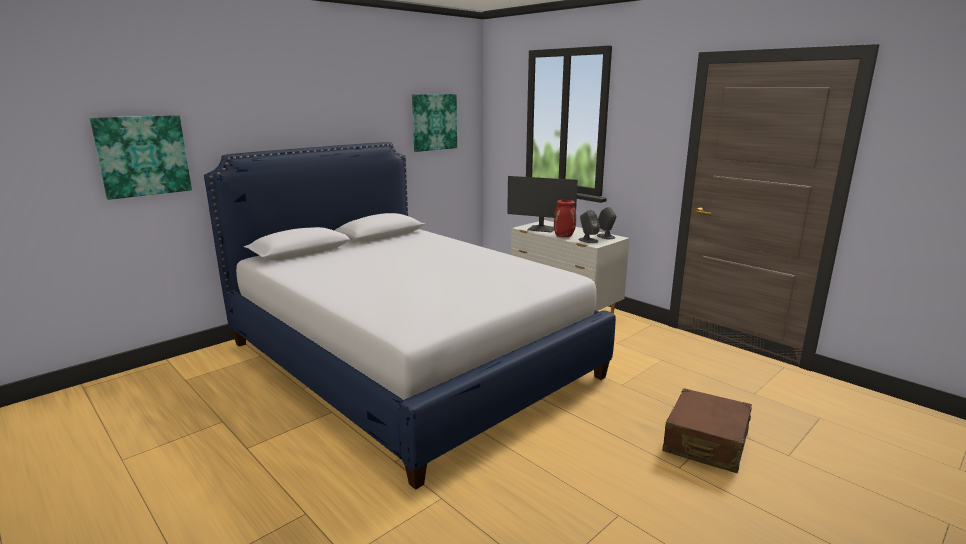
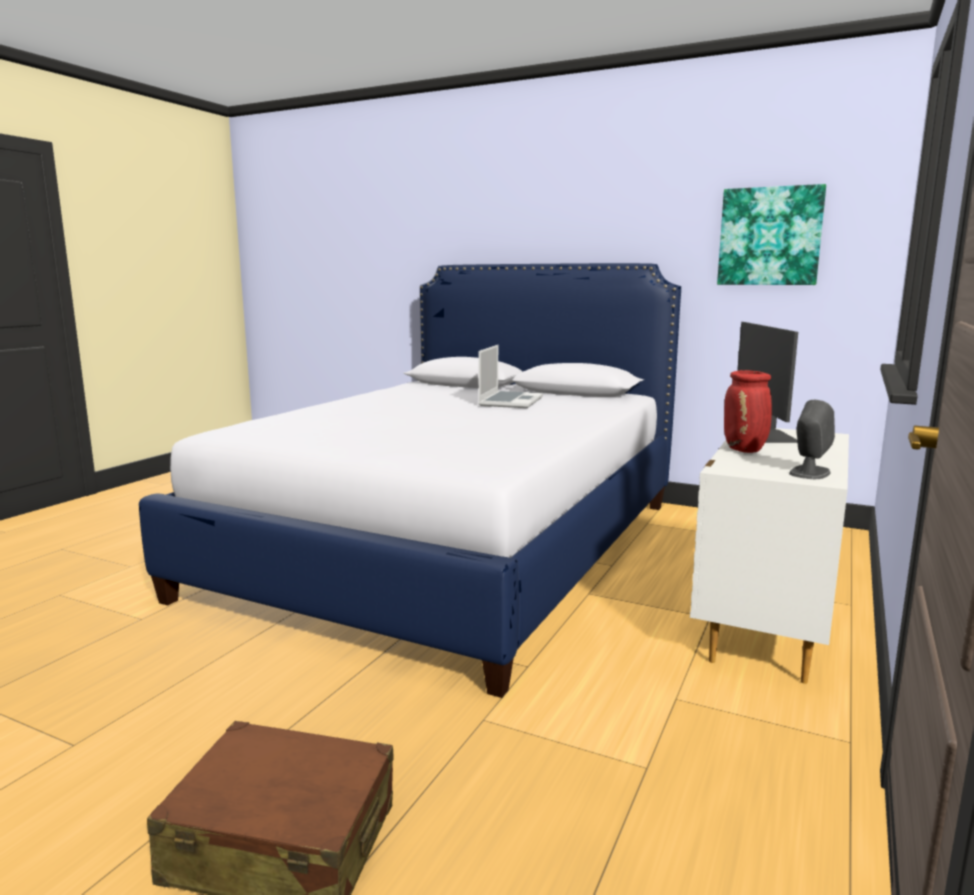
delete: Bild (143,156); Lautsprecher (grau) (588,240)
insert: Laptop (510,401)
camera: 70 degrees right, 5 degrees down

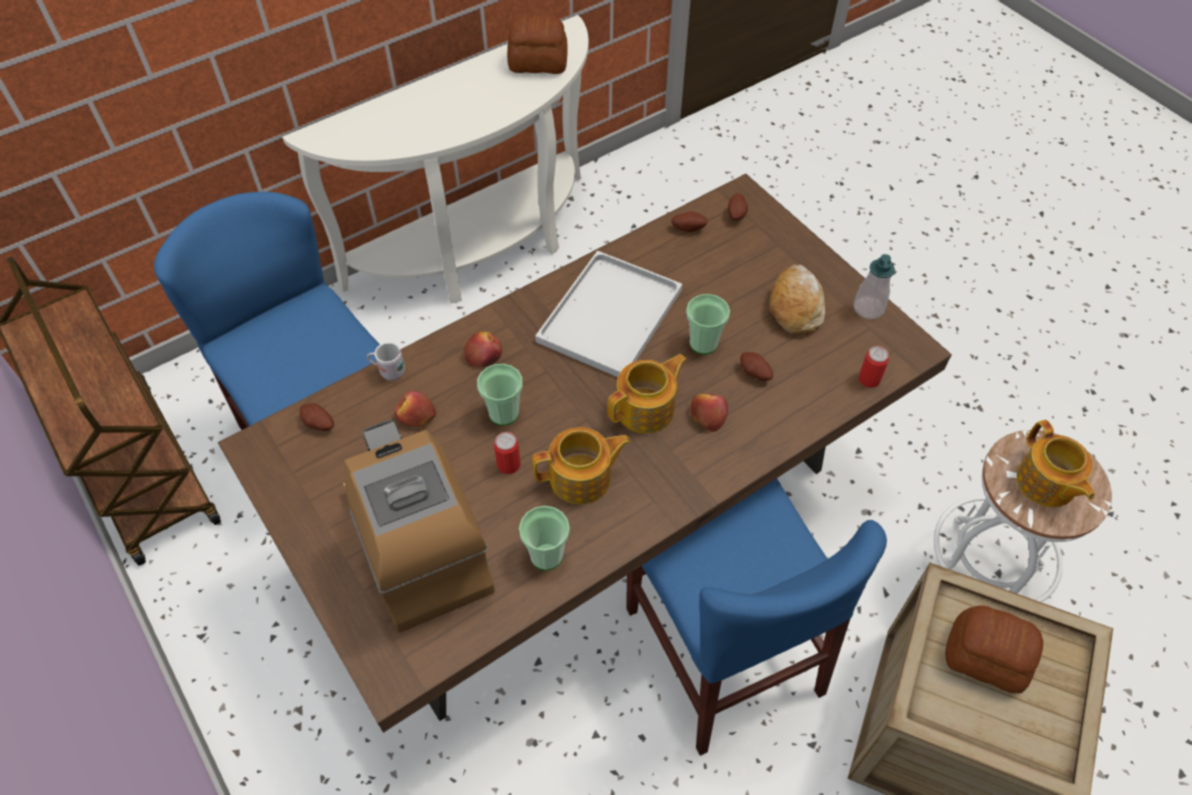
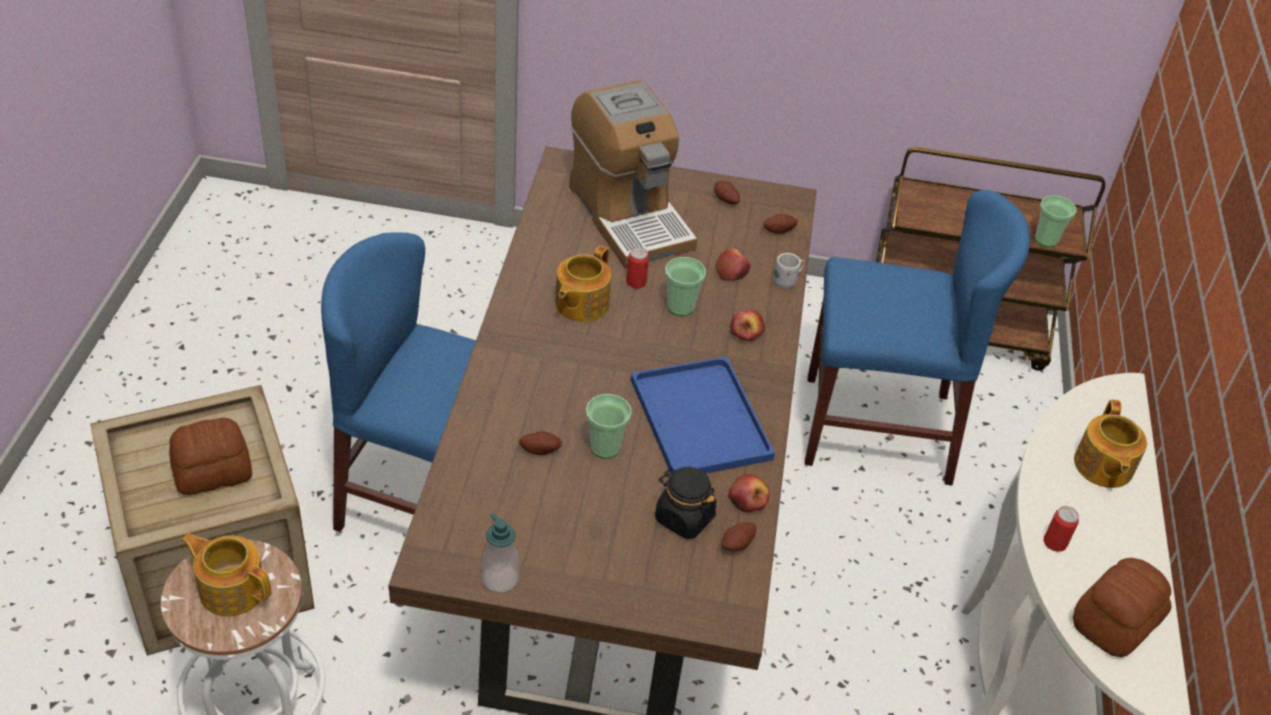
delete: Brot (795,306)
insert: Vorratsglas (schwarz) (683,518)
move: Kartoffel (736,214) to (725,200); Dose (869,379) to (1054,542); Teekanne (646,409) to (1102,466); Apfel (708,415) to (748,499); Tasse (546,555) to (1046,239)
recolor: Tablett (weiß) (610,318) to Tablett (blau) (697,417)
rotate: Kaffeemaschine (419,545) = (629,215) 45 degrees clockwise
camera: 130 degrees right, 10 degrees down

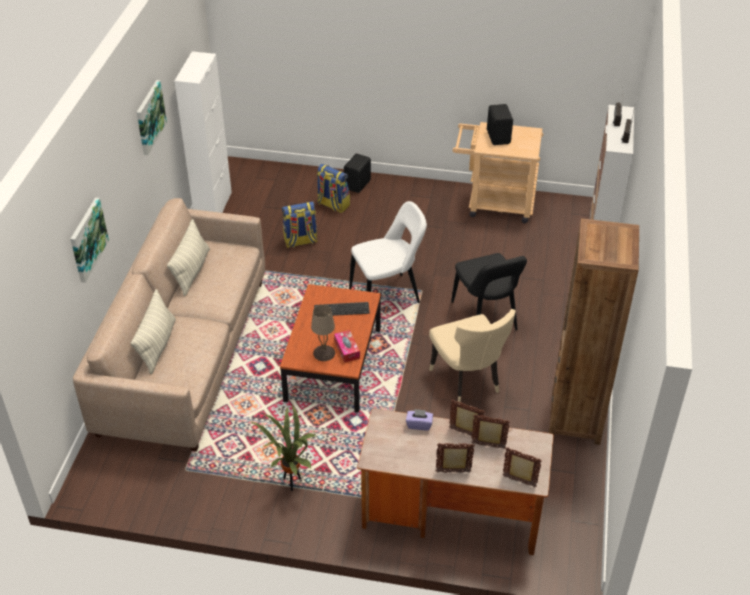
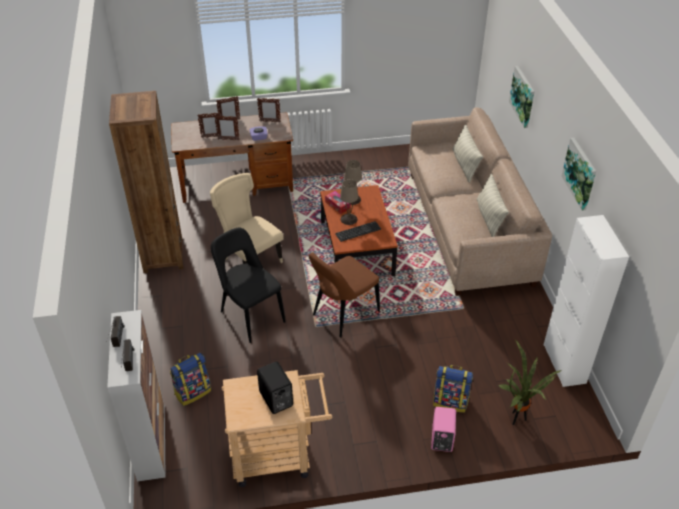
insert: Tischlampe (beige) (349,219)
move: Rucksack (300,241) to (193,392); Topfpflanze (291,483) to (517,418); Bilderrahmen (519,482) to (269,121)
recolor: Lautsprecher (schwarz) (358,184) to Lautsprecher (rosa) (441,439); Stuhl (weiß) (388,295) to Stuhl (braun) (343,314)
camera: 160 degrees right, 0 degrees up

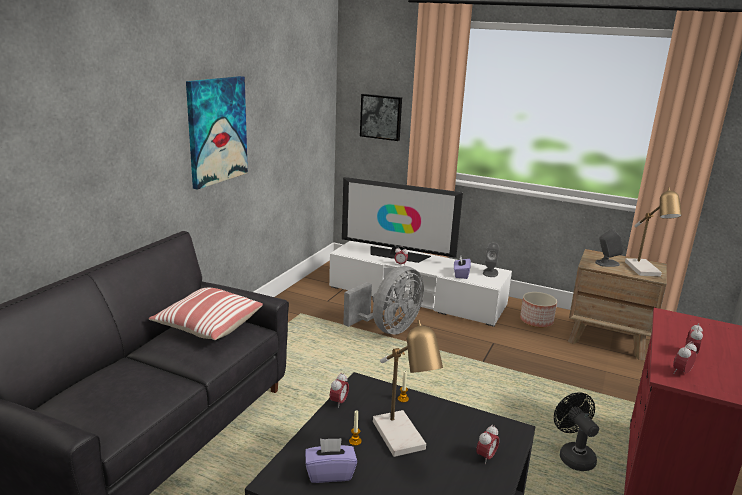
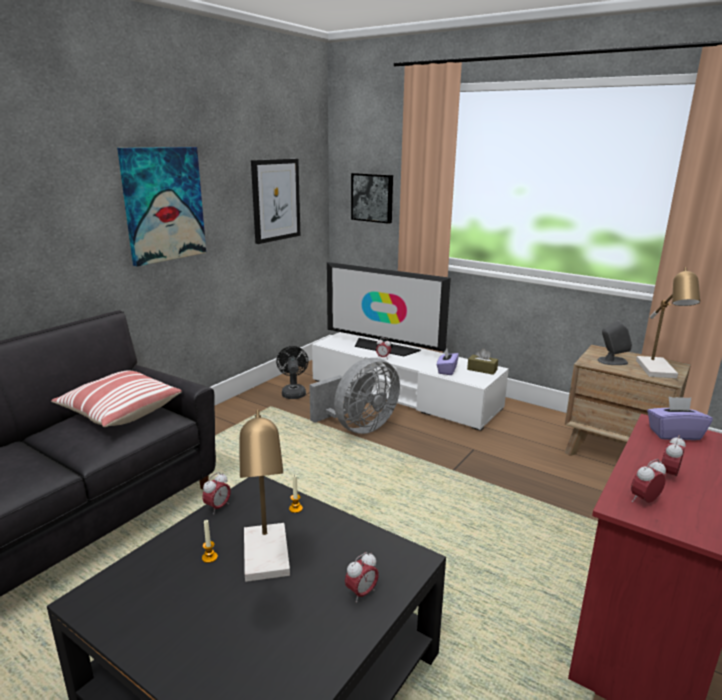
delete: Pflanzkübel (536,321)
insert: Bild (275,200)
move: Ventilator (schwarz) (573,455) to (293,392); Taschentuchbox (lila) (330,473) to (674,434)
replace: Lautsprecher (grau) (490,272) to Taschentuchbox (braun) (482,369)
camera: 10 degrees right, 0 degrees up

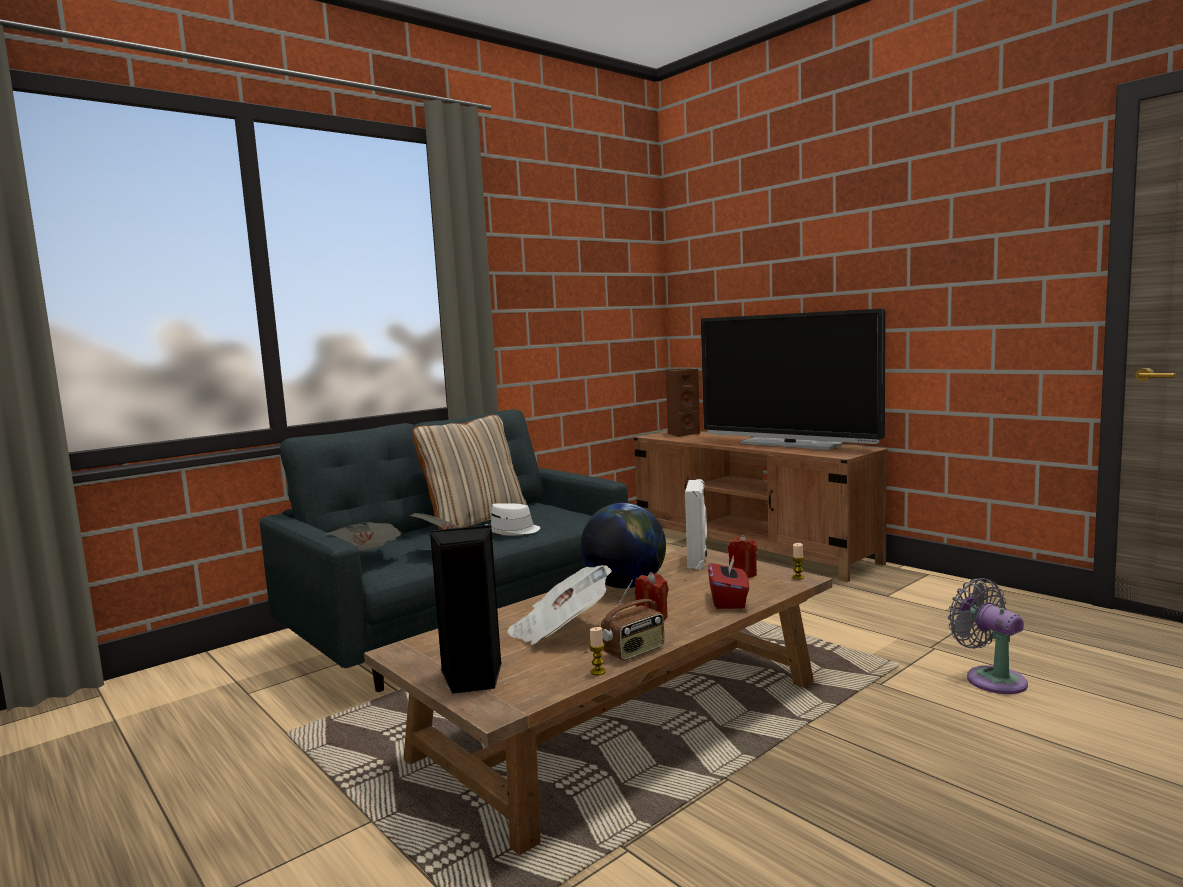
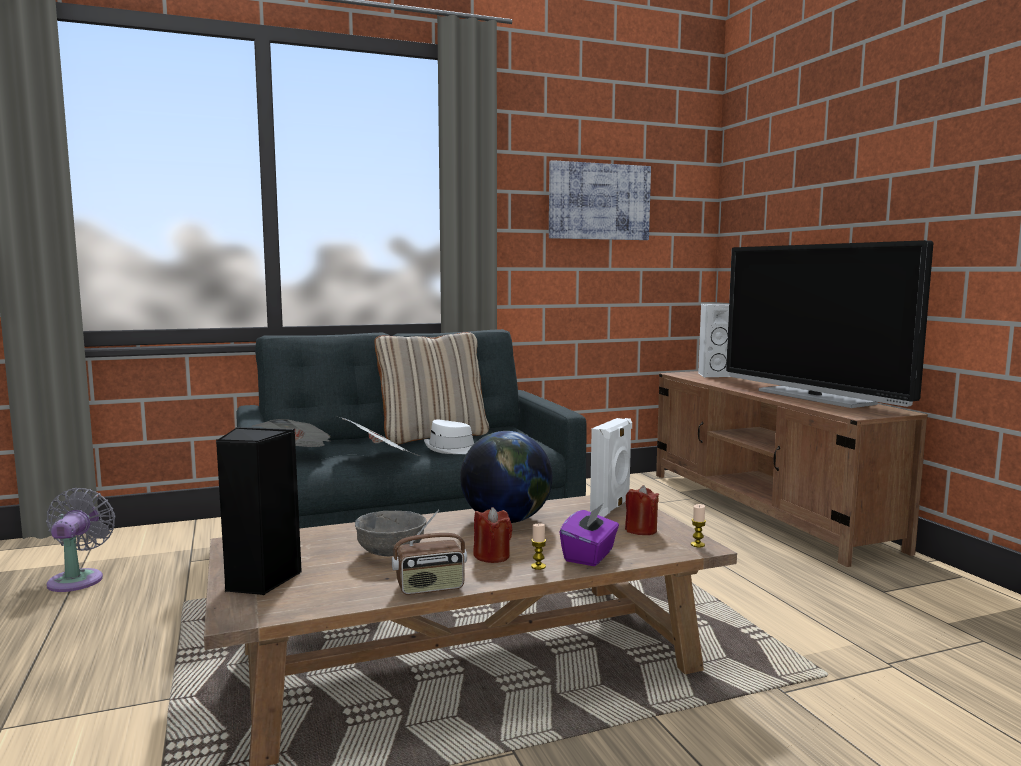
insert: Bild (599,201)
move: Ventilator (grau) (990,678) to (78,579); Kerze (598,671) to (538,566)
replace: Zeitung (560,631) to Schüssel (grau) (390,553)
recolor: Lautsprecher (braun) (682,434) to Lautsprecher (weiß) (713,375); Taschentuchbox (rot) (728,601) to Taschentuchbox (lila) (590,555)
camera: 20 degrees right, 0 degrees up

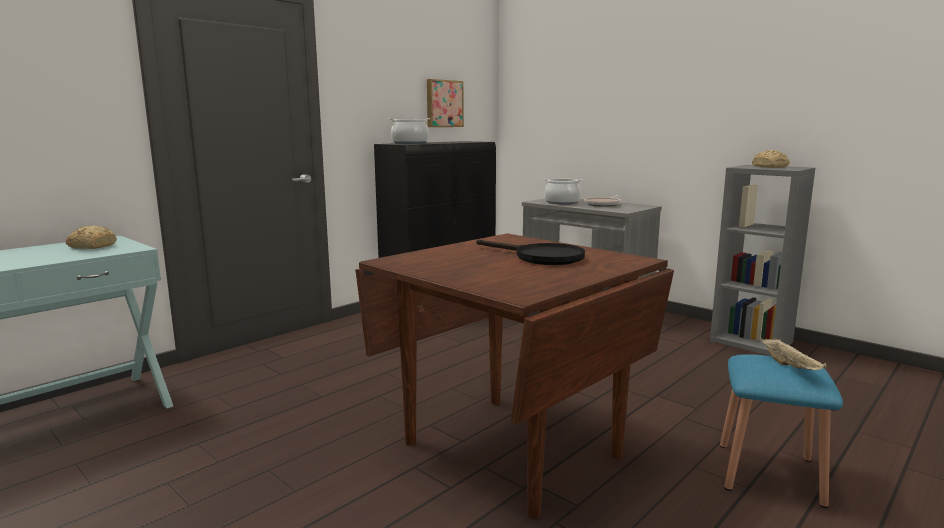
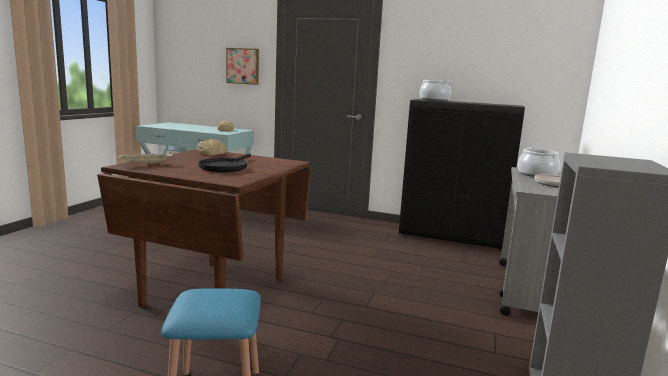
move: Bild (443,103) to (243,66); Brot (770,167) to (212,154); Tablett (beige) (790,367) to (145,164)
camera: 65 degrees right, 0 degrees up

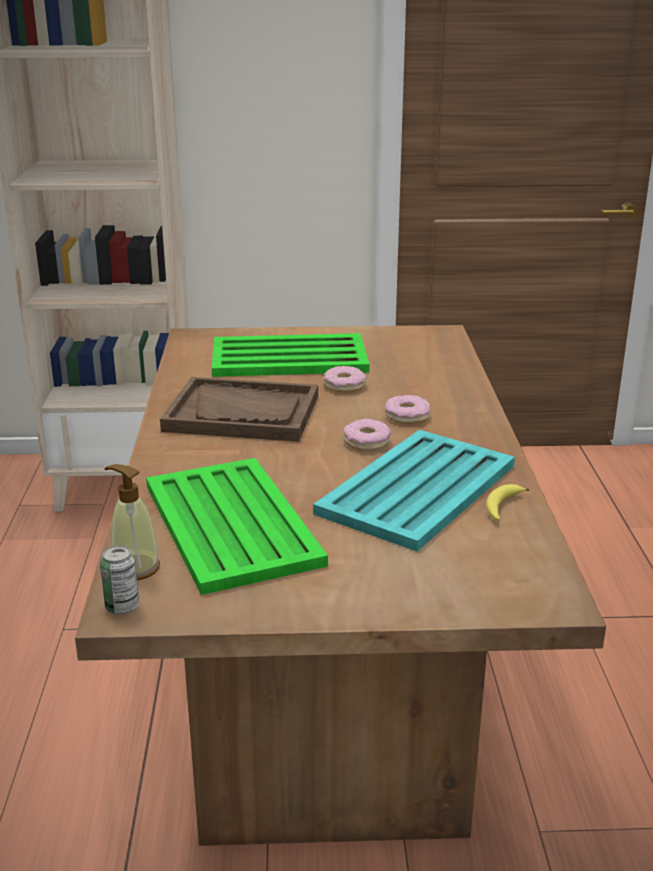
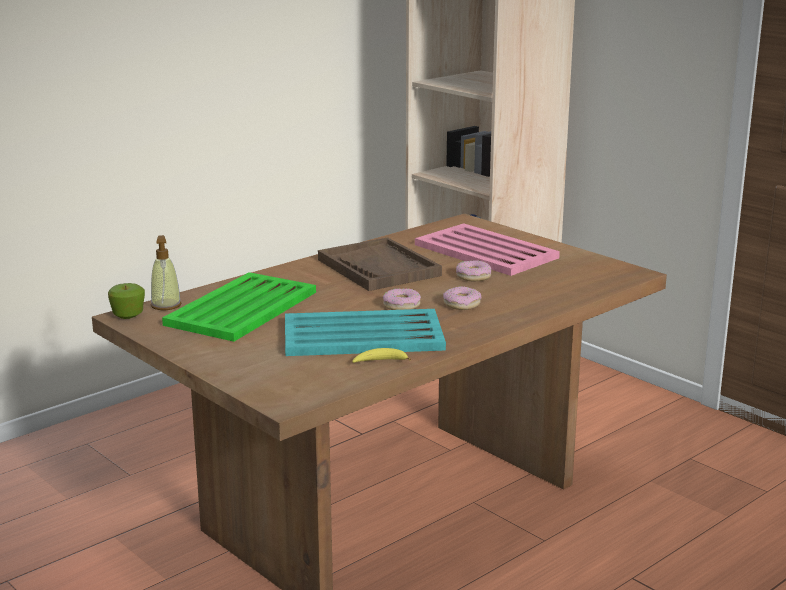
replace: Dose (122,607) to Apfel (128,315)
recolor: Tablett (grün) (287,357) to Tablett (rosa) (485,251)
camera: 50 degrees right, 5 degrees down

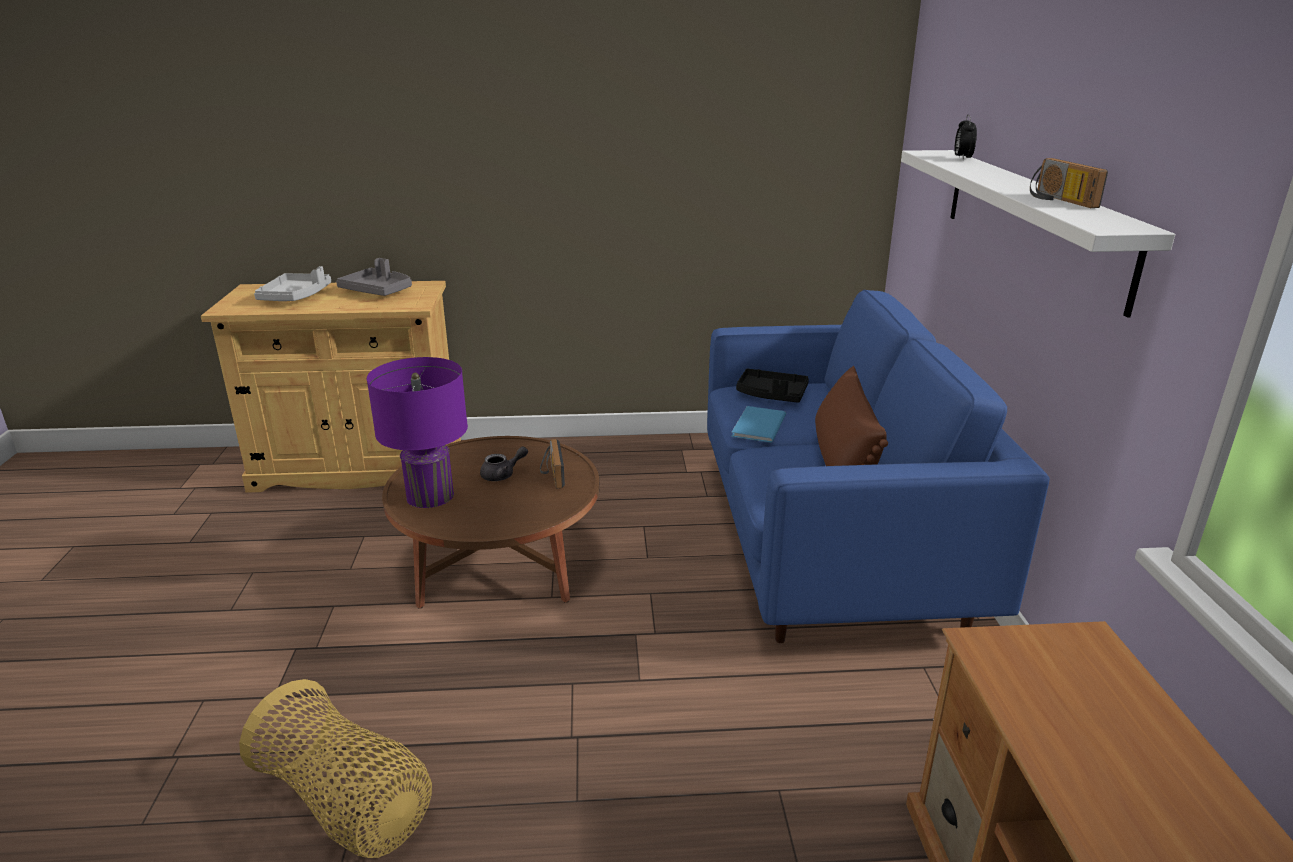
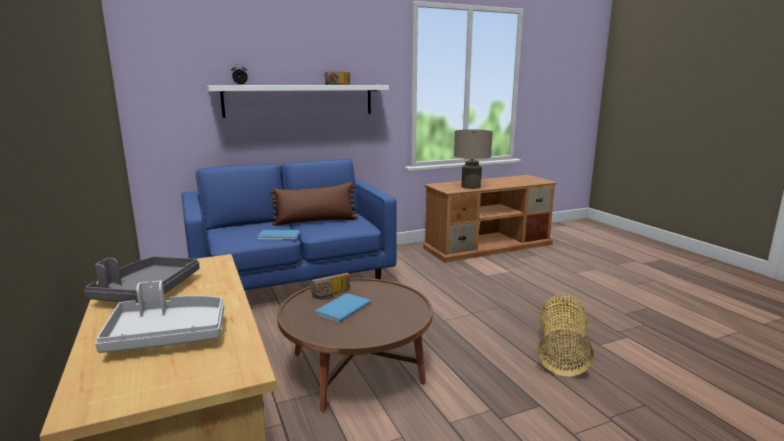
delete: Tischlampe (lila) (430,496); Tablett (schwarz) (771,395)
insert: Tischlampe (beige) (470,186)
replace: Teekanne (grau) (503,475) to Buch (blau) (341,308)
camera: 110 degrees left, 10 degrees down

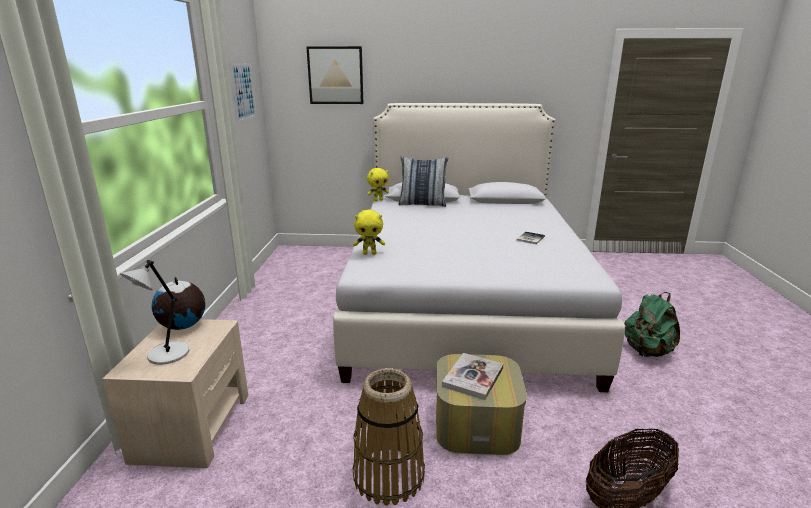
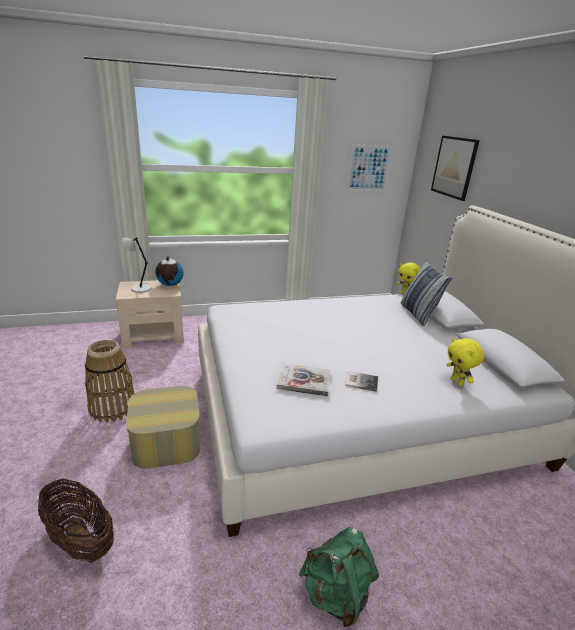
move: Plüschtier (gelb) (369,253) to (457,382); Buch (473,377) to (304,381)
camera: 70 degrees right, 5 degrees up

